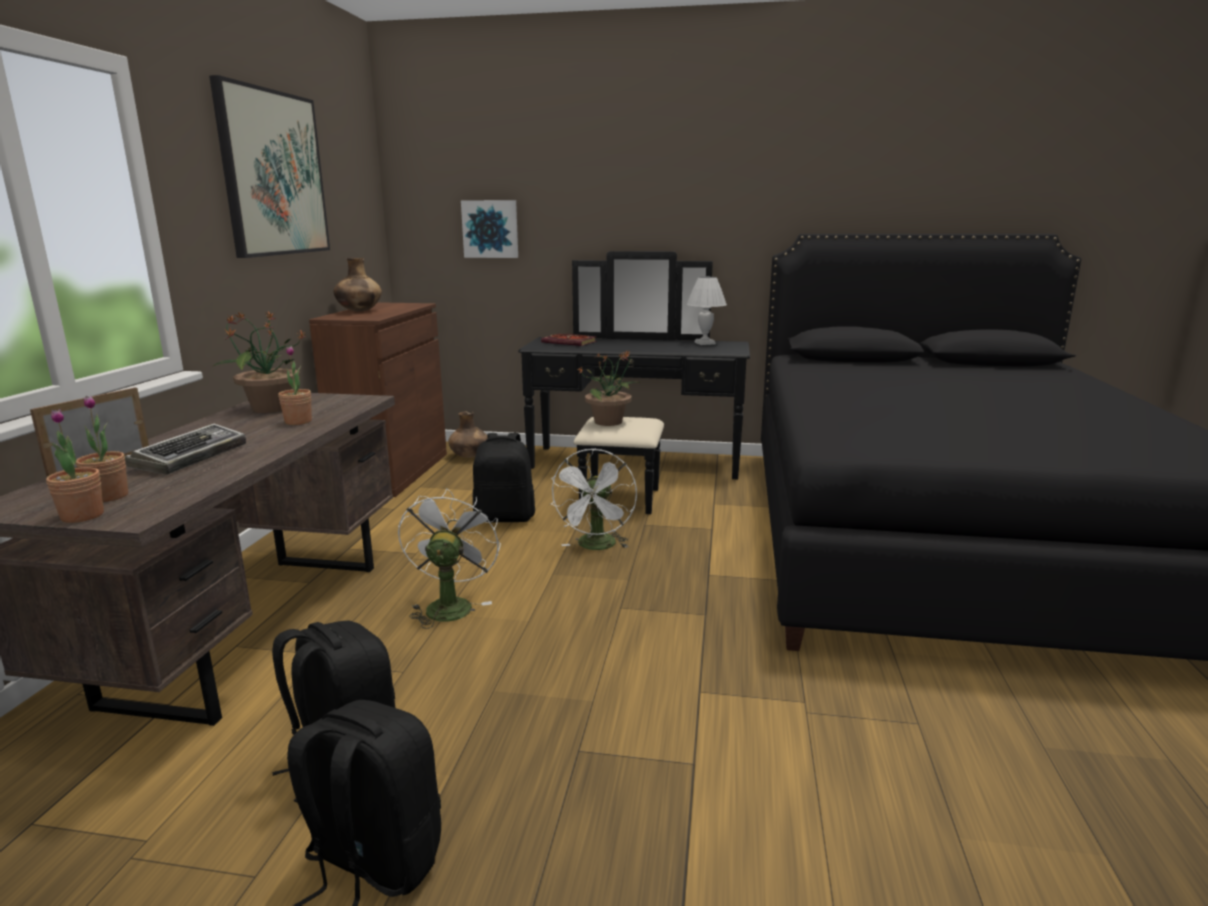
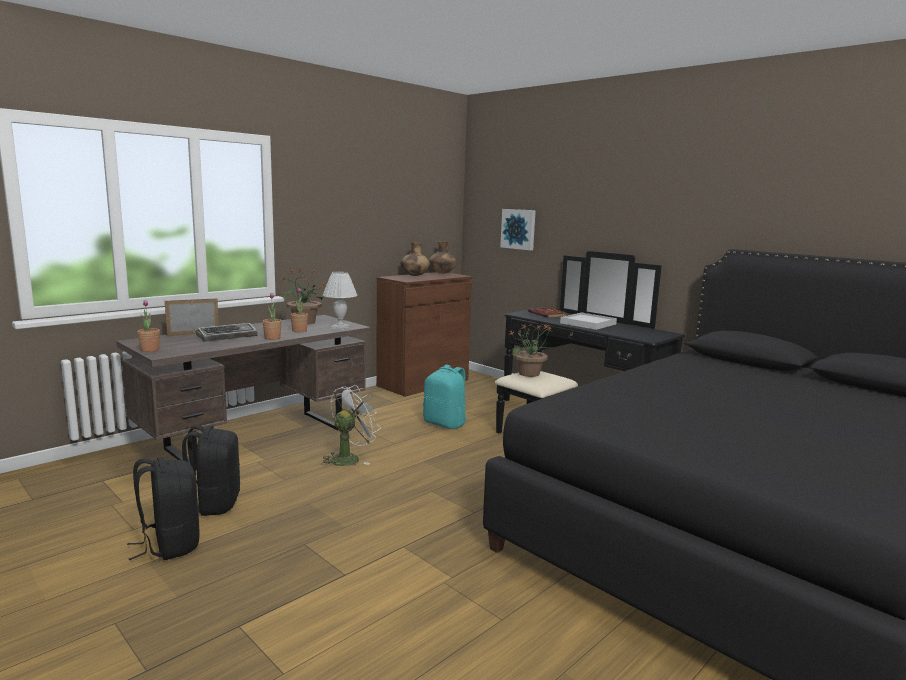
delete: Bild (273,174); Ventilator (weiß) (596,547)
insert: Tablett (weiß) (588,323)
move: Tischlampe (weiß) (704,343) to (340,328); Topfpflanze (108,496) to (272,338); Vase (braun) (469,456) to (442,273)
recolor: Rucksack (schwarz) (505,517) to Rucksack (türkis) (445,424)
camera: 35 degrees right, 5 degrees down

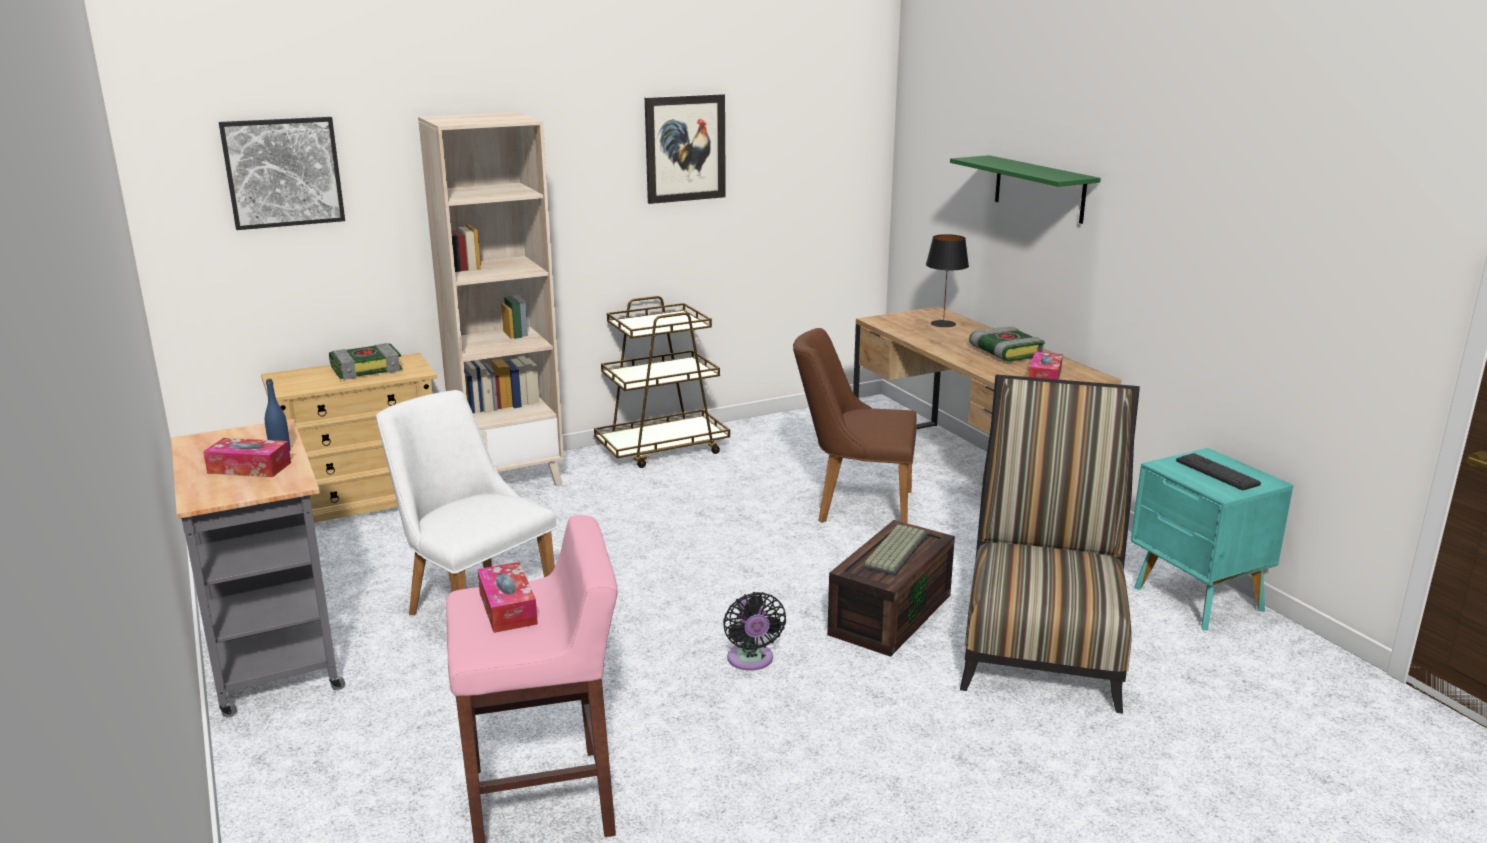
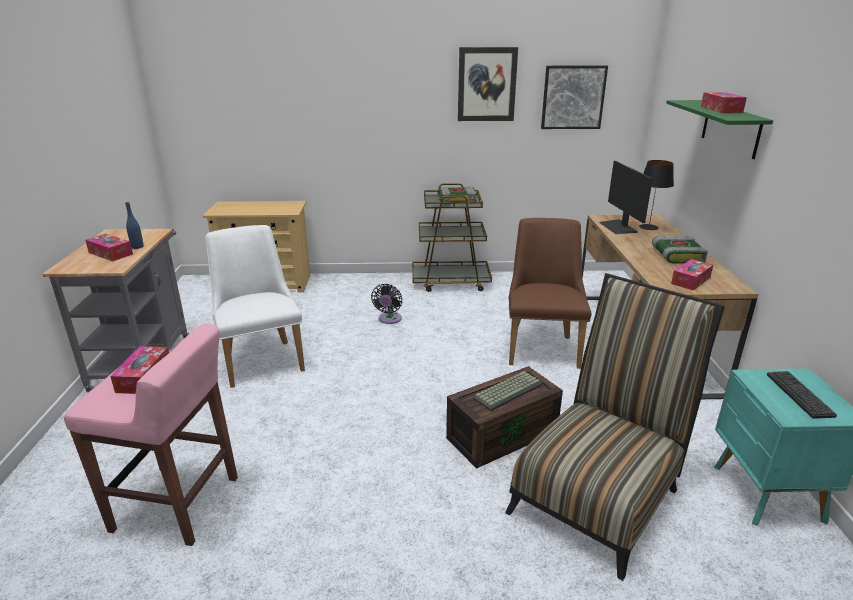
delete: Bücherregal (beige) (509,479)
insert: Taschentuchbox (721,109); Monitor (618,227)
move: Bild (283,172) to (573,97); Buch (367,368) to (457,200); Ventilator (schwarz) (751,660) to (389,319)
rotate: Stuhl (braun) (854,505) = (541,346) 60 degrees clockwise
camera: 25 degrees right, 5 degrees up

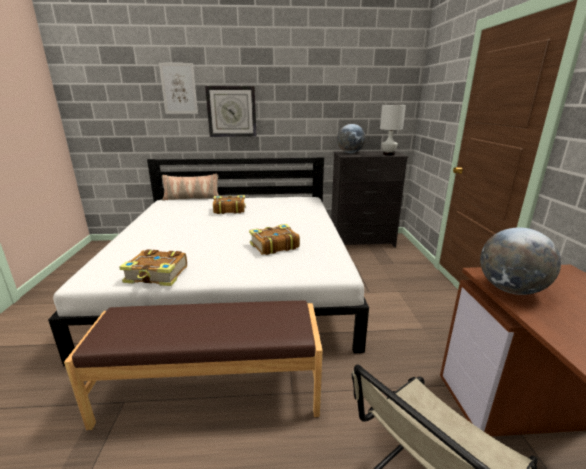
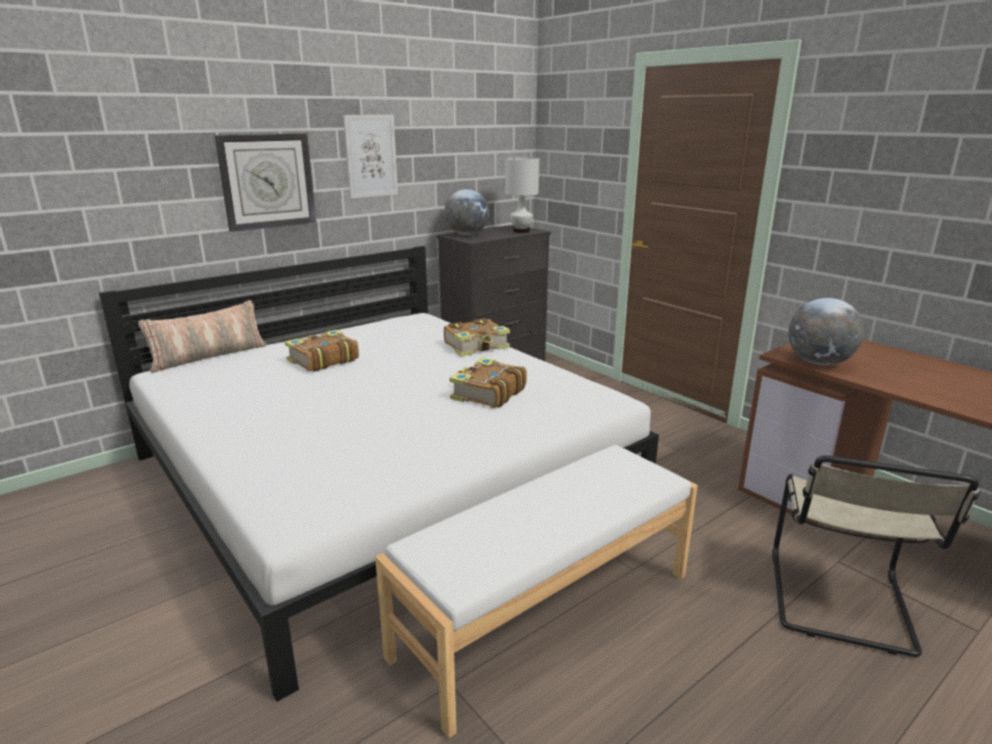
move: Bild (179,89) to (371,156); Buch (157,275) to (477,346)
recolor: Bank (braun) (211,391) to Bank (weiß) (545,613)
camera: 35 degrees left, 0 degrees up

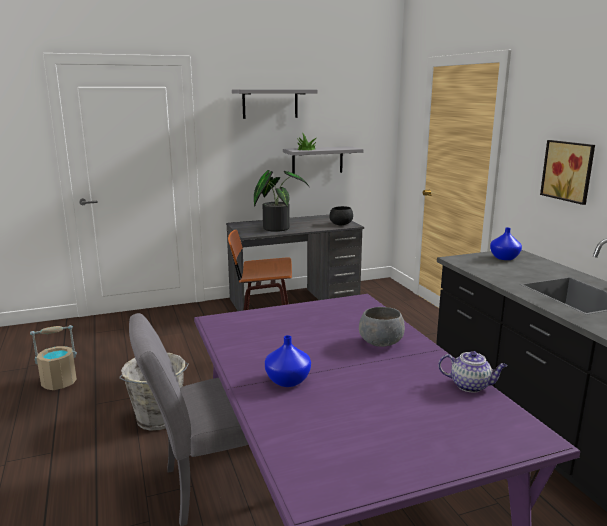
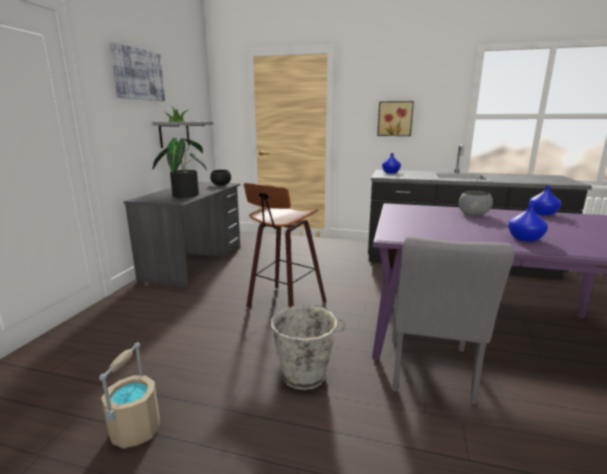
replace: Wandregal (grau) (270,103) to Bild (138,74); Teekanne (470,385) to Vase (blau) (542,213)
camera: 55 degrees left, 0 degrees up

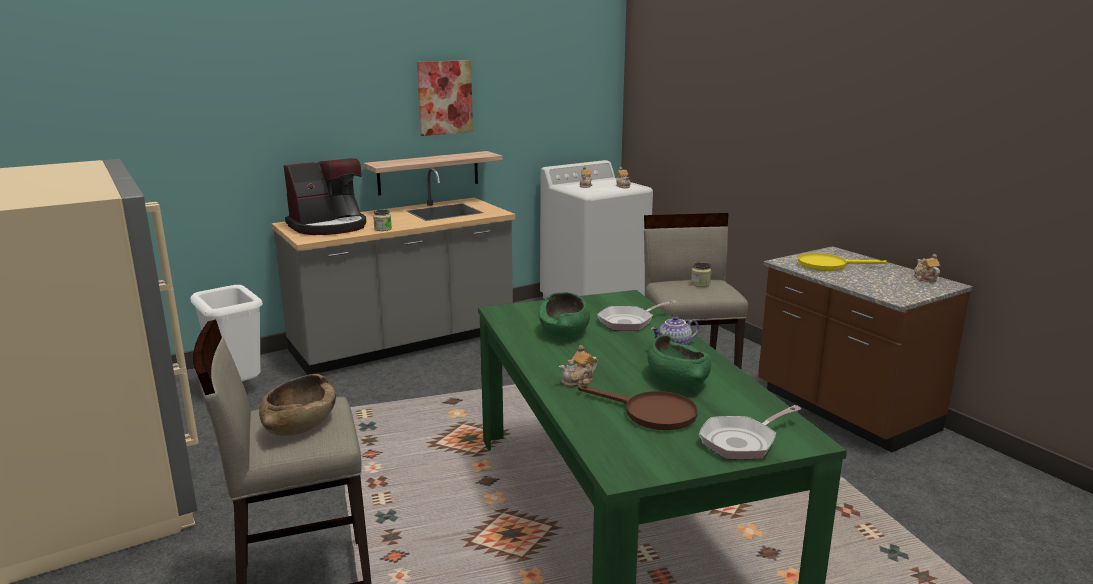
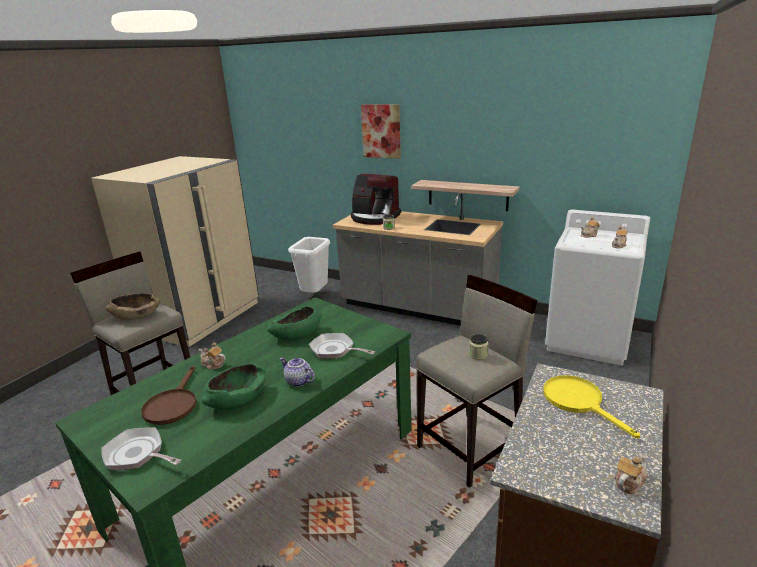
move: Bild (444,97) to (381,131)
camera: 60 degrees right, 5 degrees up

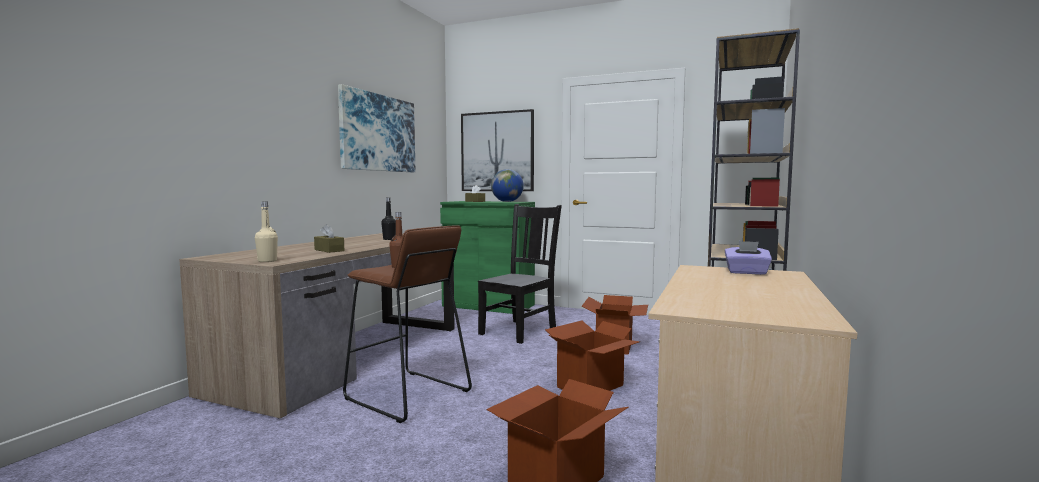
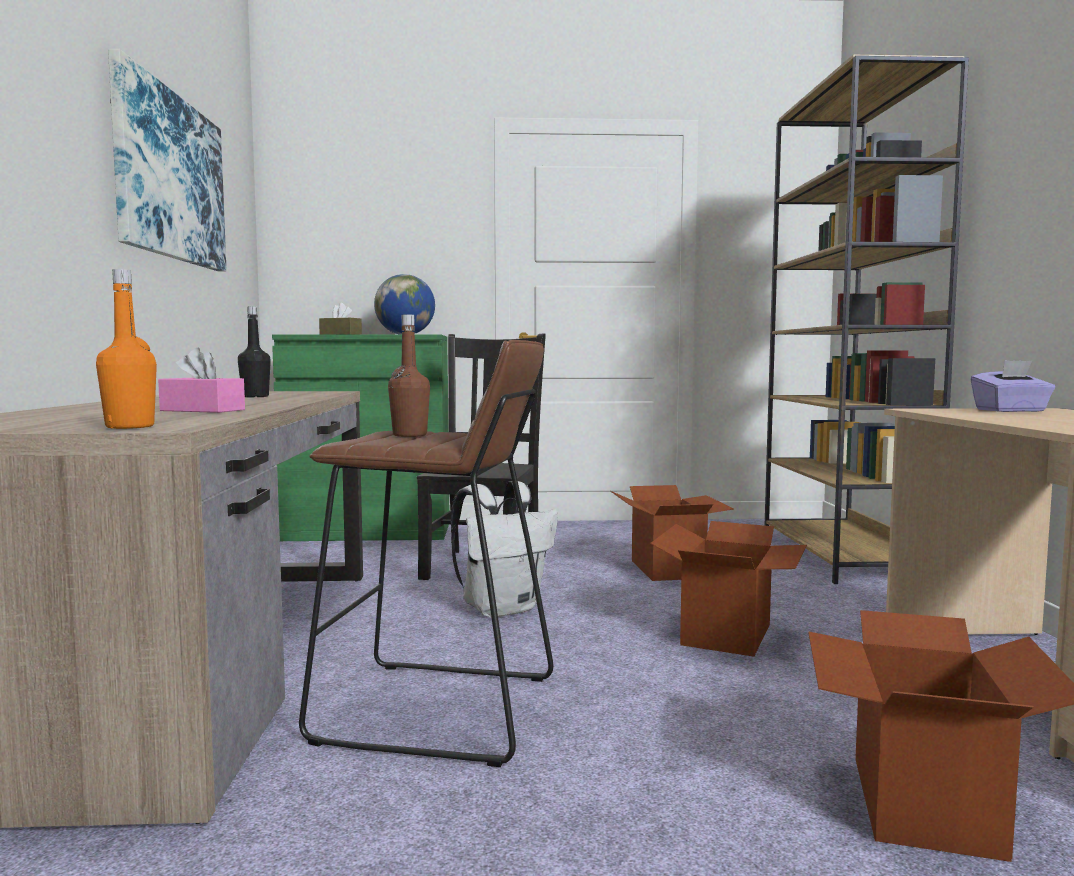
delete: Bild (497,151)
insert: Rucksack (weiß) (502,609)
recolor: Flasche (beige) (267,261) to Flasche (orange) (130,427); Taschentuchbox (braun) (329,250) to Taschentuchbox (rosa) (202,410)
camera: 25 degrees left, 0 degrees up

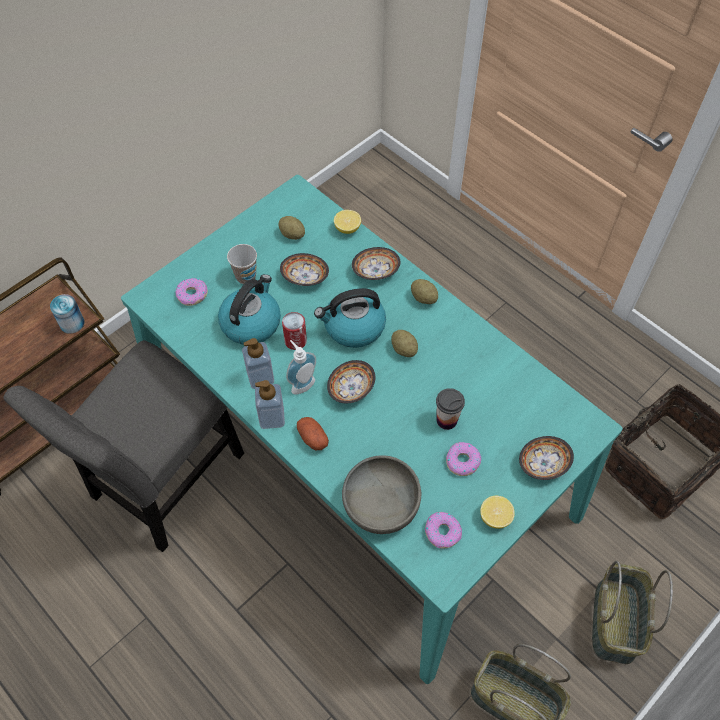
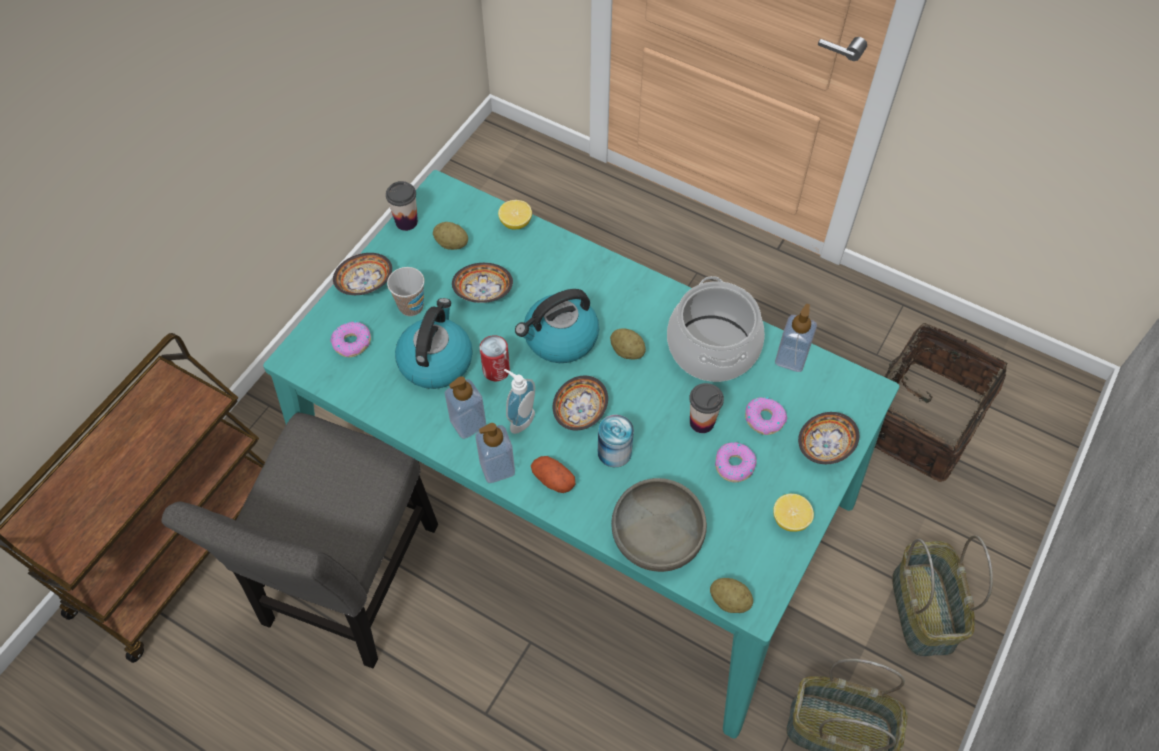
insert: Tasse (406,222); Kochtopf (713,348); Seifenspender (791,358)
move: Schüssel (374,271) to (363,283); Kartoffel (423,298) to (729,601); Dose (72,323) to (614,452); Donut (442,532) to (764,419)
camera: 15 degrees left, 0 degrees up

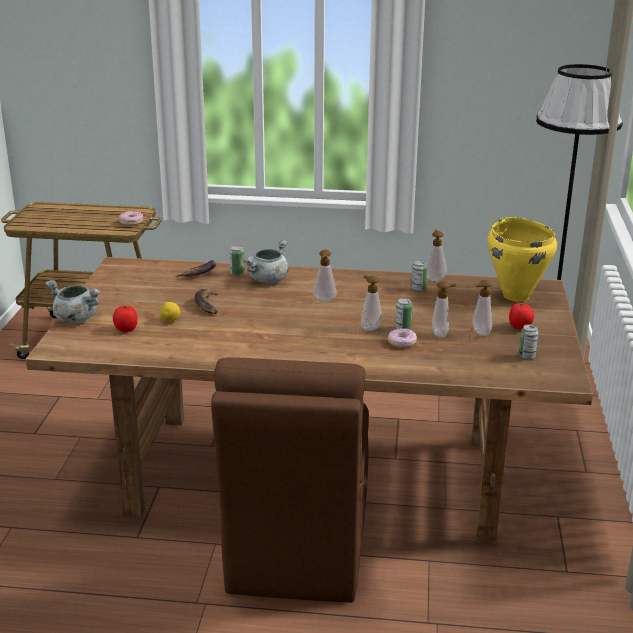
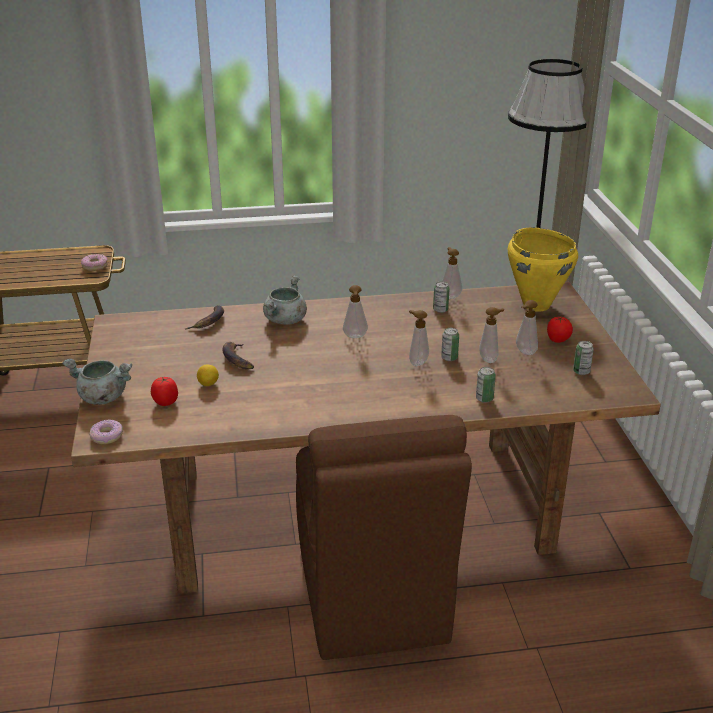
move: Dose (237,273) to (484,398); Donut (402,342) to (107,436)
camera: 15 degrees left, 5 degrees up

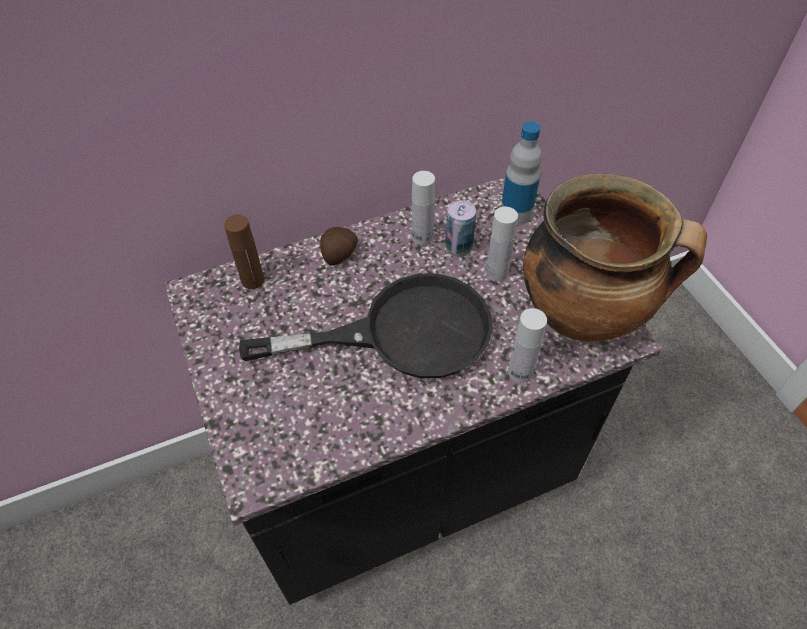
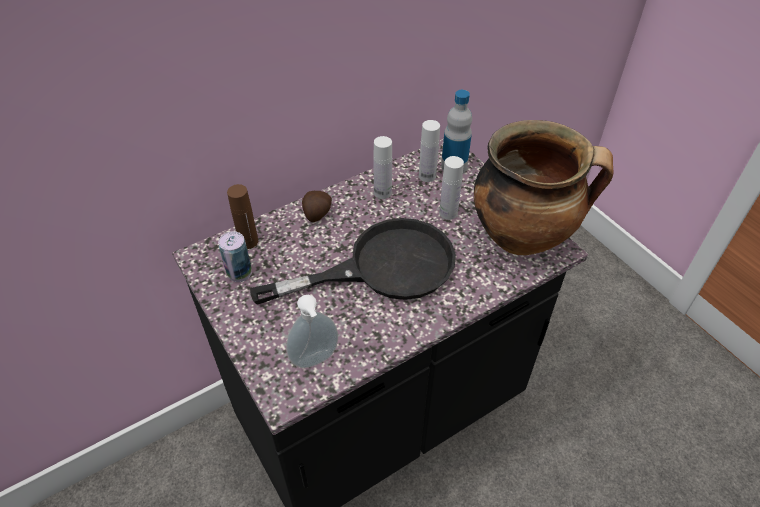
insert: Seifenspender (316,361)
move: Dose (458,248) to (239,273); Flasche (weiß) (520,372) to (427,176)
camera: 10 degrees left, 5 degrees down

